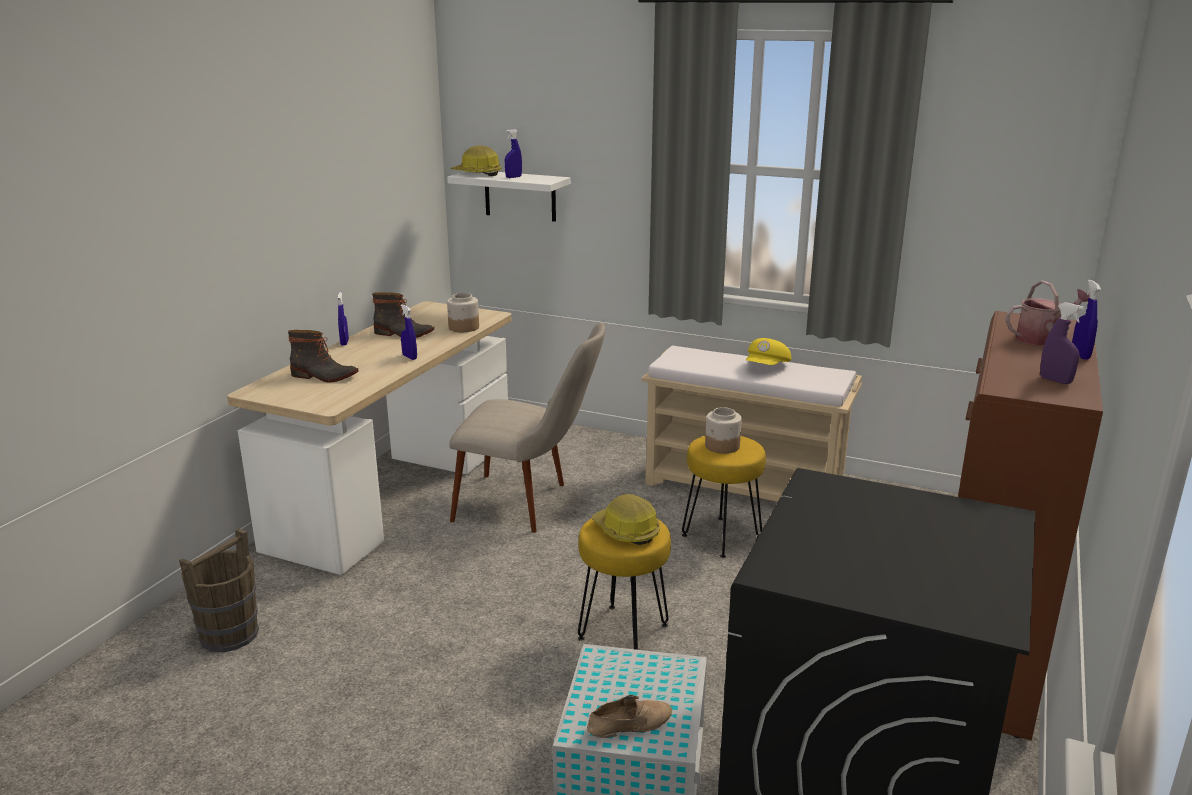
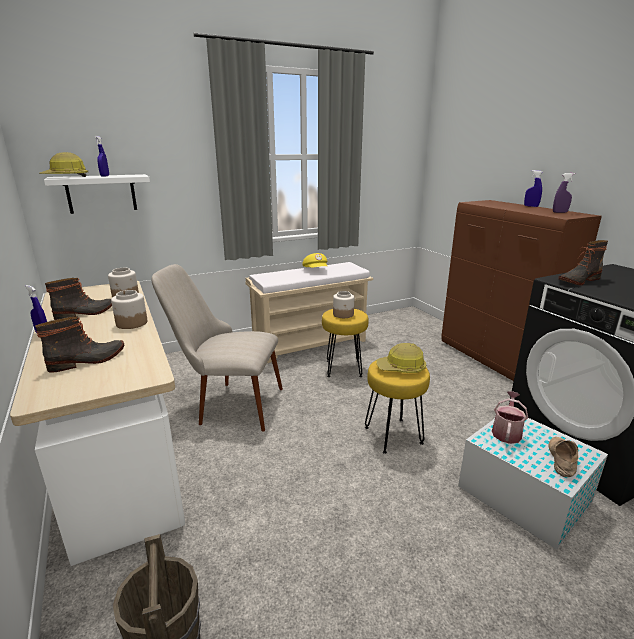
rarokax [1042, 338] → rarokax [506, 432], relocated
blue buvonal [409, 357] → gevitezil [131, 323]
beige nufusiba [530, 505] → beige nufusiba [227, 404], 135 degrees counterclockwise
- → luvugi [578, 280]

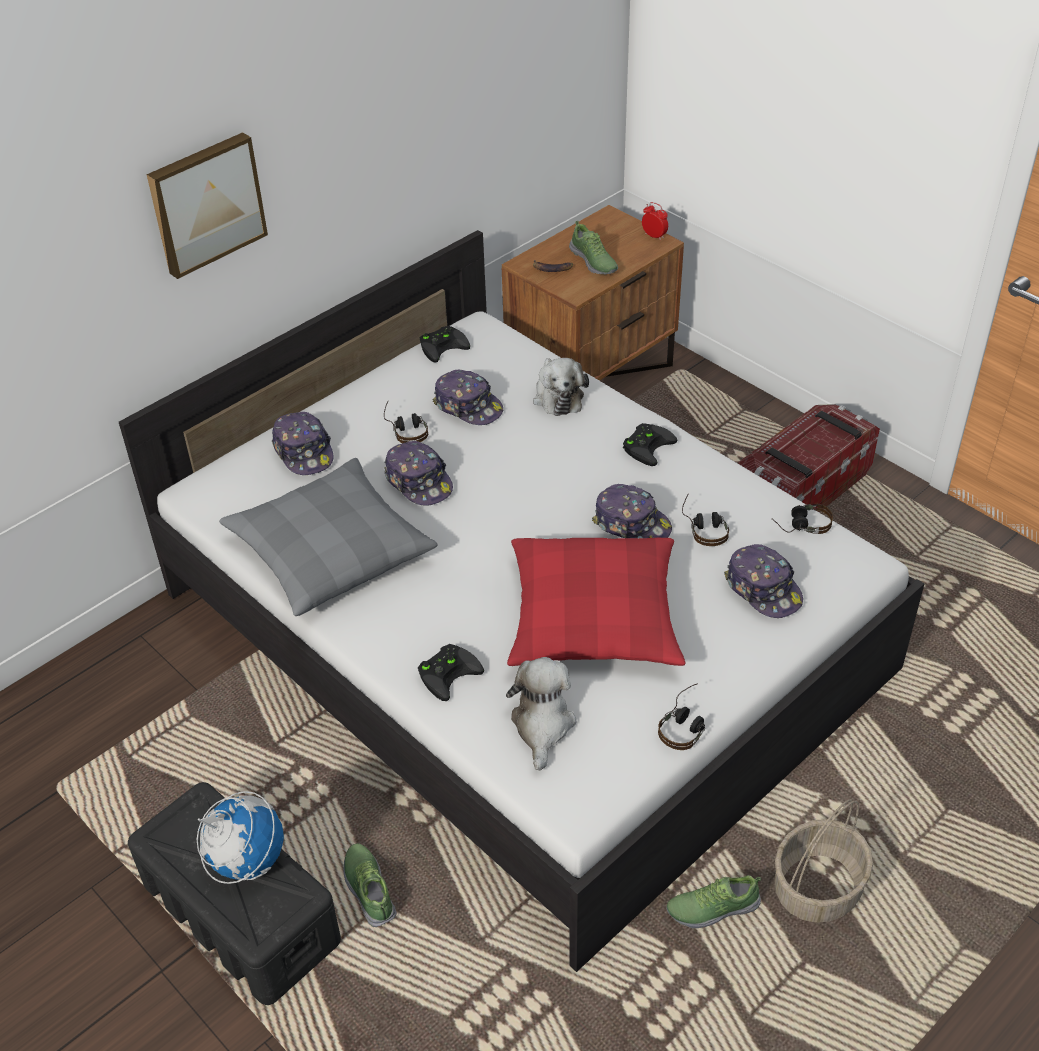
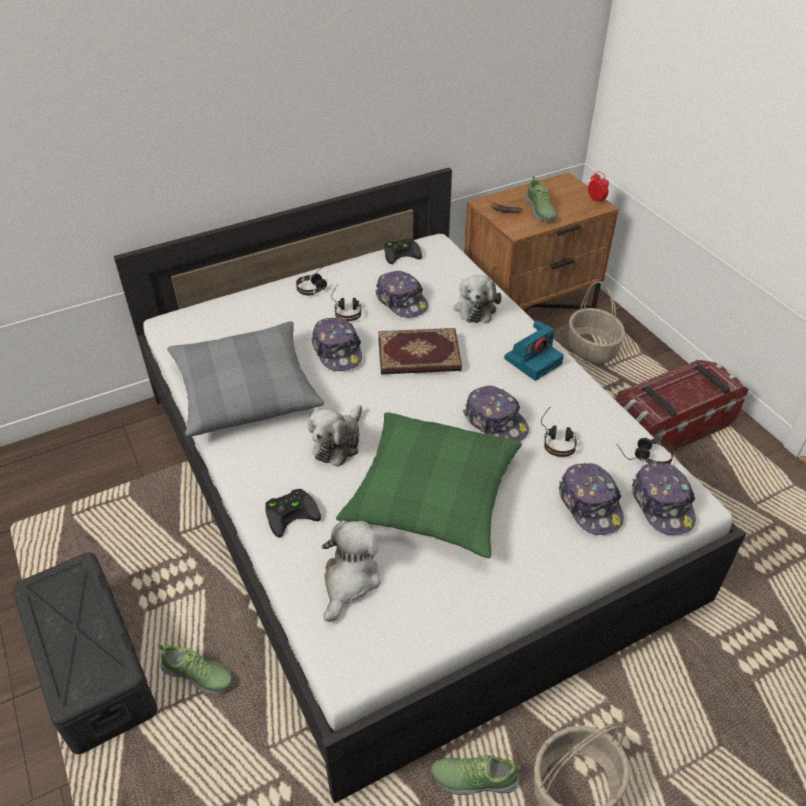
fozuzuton [205, 203] → -
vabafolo [304, 452] → vabafolo [662, 505], relocated
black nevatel [647, 445] → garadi [533, 360]
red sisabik [593, 617] → green sisabik [432, 494]
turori [685, 724] → turori [317, 285], relocated
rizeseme [246, 860] → -
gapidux [370, 889] → gapidux [198, 675], 120 degrees clockwise
- → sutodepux [591, 349]
- → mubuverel [419, 356]
- → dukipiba [338, 442]

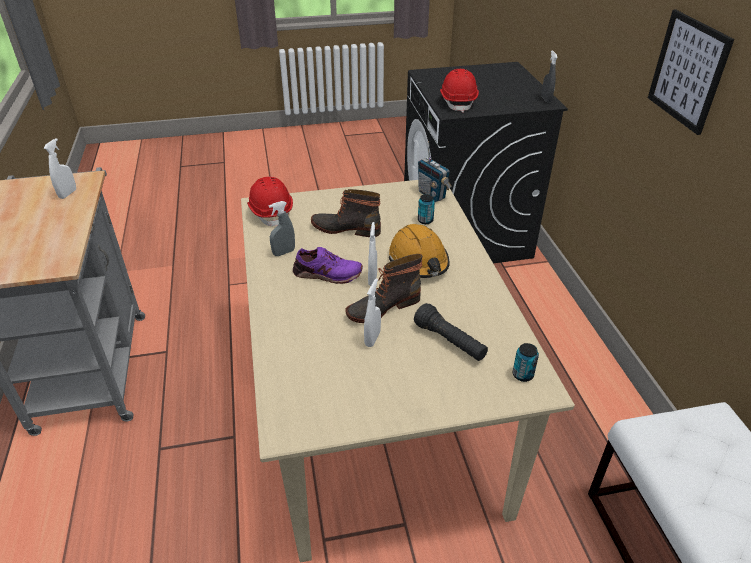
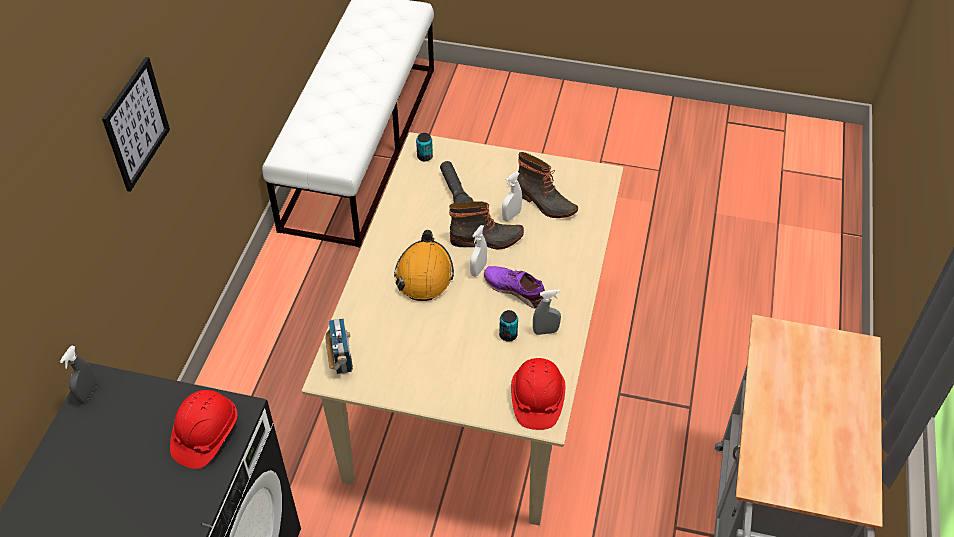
white buvonal [68, 194] → -
luvugi [346, 228] → luvugi [544, 203], relocated
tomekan [425, 220] → tomekan [508, 335], relocated

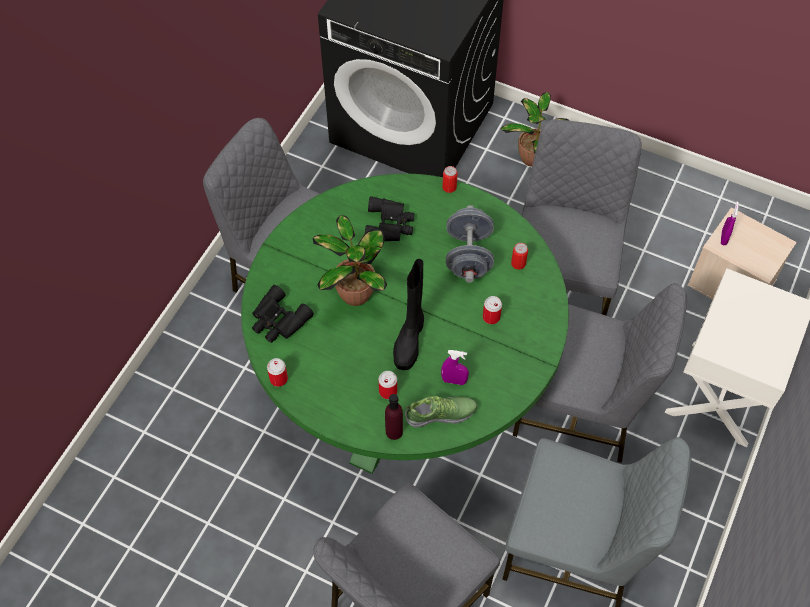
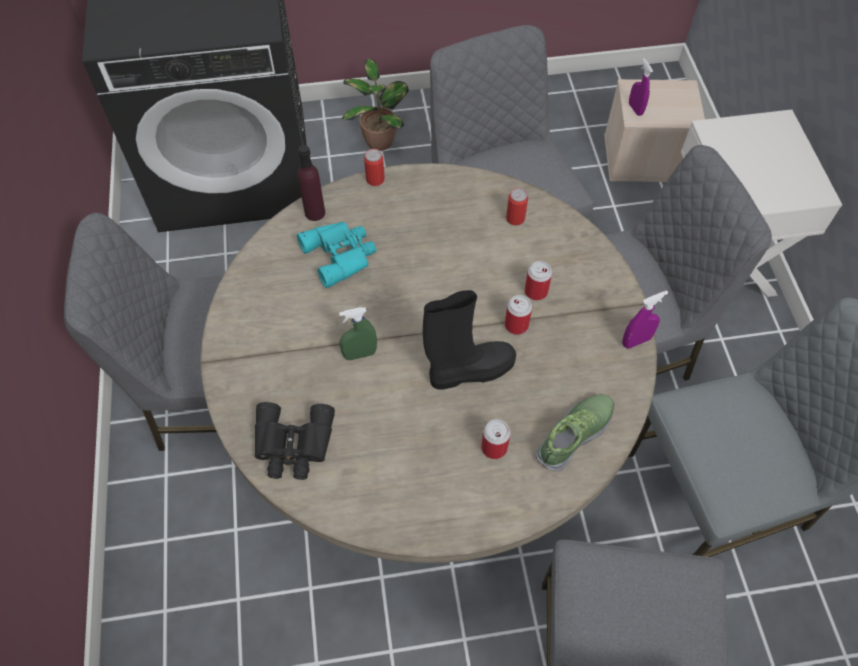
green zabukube [404, 388] → beige zabukube [428, 438]
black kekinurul [390, 224] → turquoise kekinurul [341, 254]
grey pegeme [468, 256] → -
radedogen [354, 291] → green buvonal [360, 354]
black luvugi [410, 340] → black luvugi [469, 371], 90 degrees counterclockwise
purple buvonal [454, 380] → purple buvonal [636, 341], relocated
tomekan [278, 379] → tomekan [516, 325], relocated
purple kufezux [394, 431] → purple kufezux [315, 213], relocated

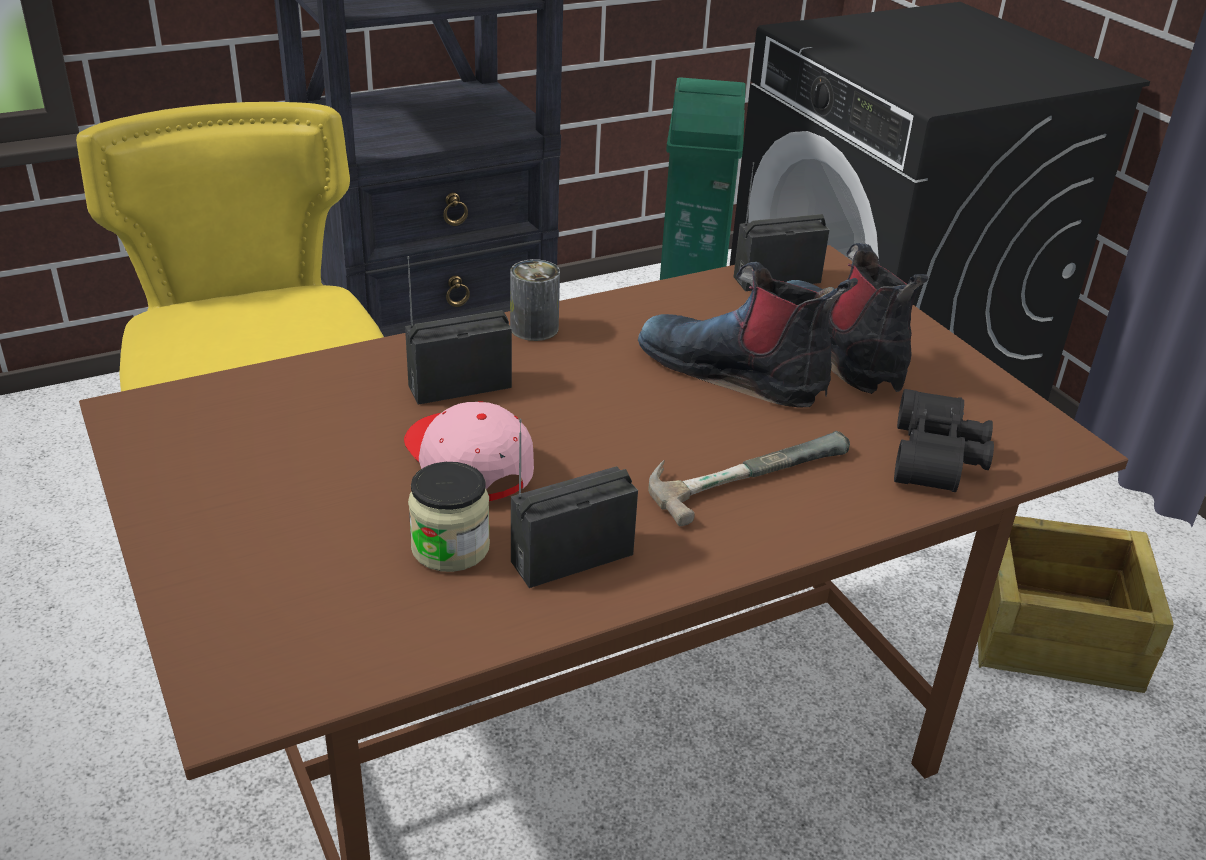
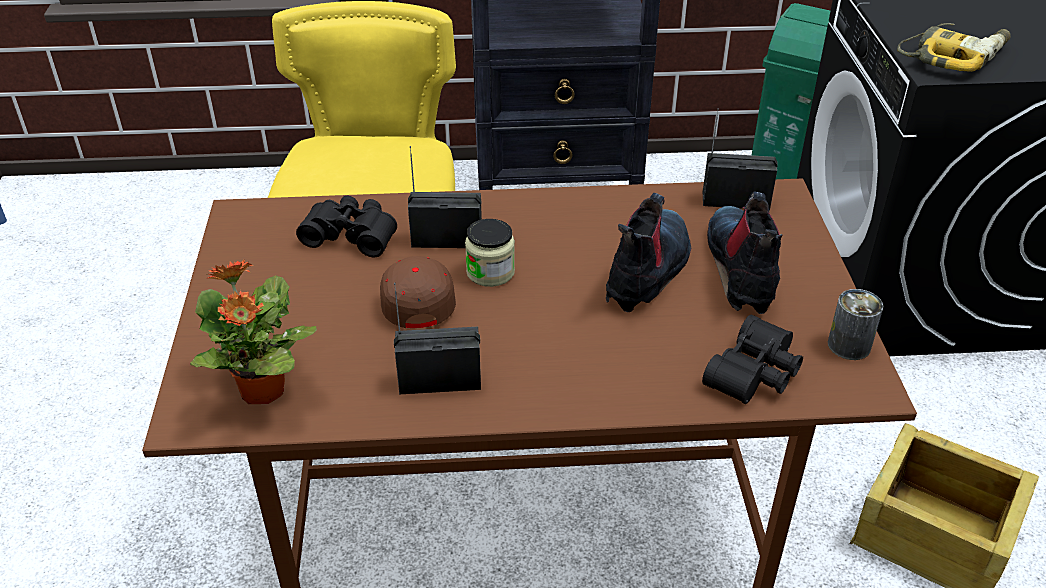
tomekan [534, 328] → tomekan [849, 345], relocated
luvugi [736, 372] → luvugi [648, 271], 60 degrees clockwise
pink vabafolo [467, 462] → brown vabafolo [416, 296]
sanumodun [743, 470] → -
gevitezil [450, 547] → gevitezil [490, 272], relocated
- → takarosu [953, 55]
- → black kekinurul [352, 235]
- → radedogen [262, 392]

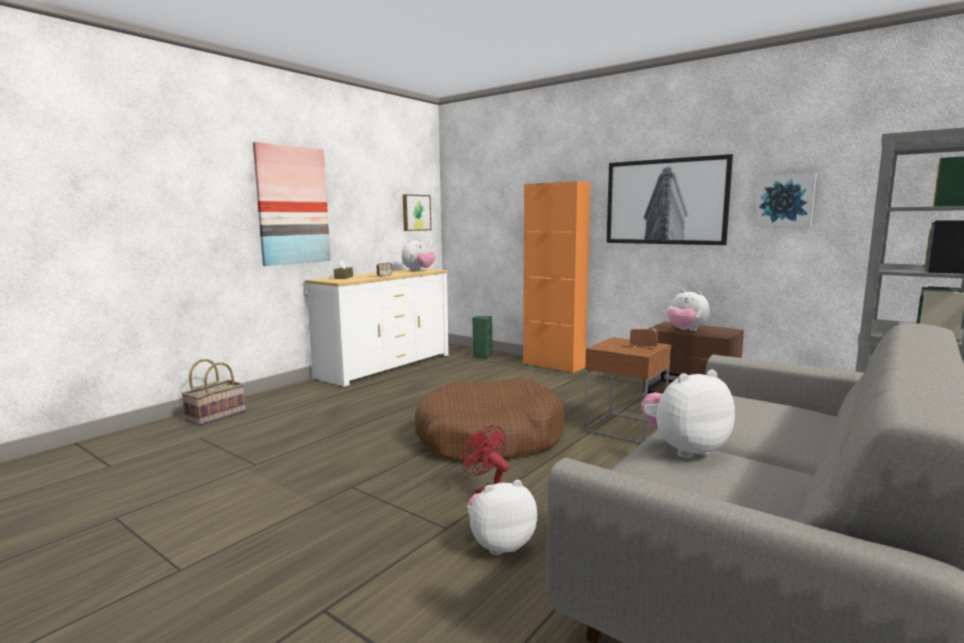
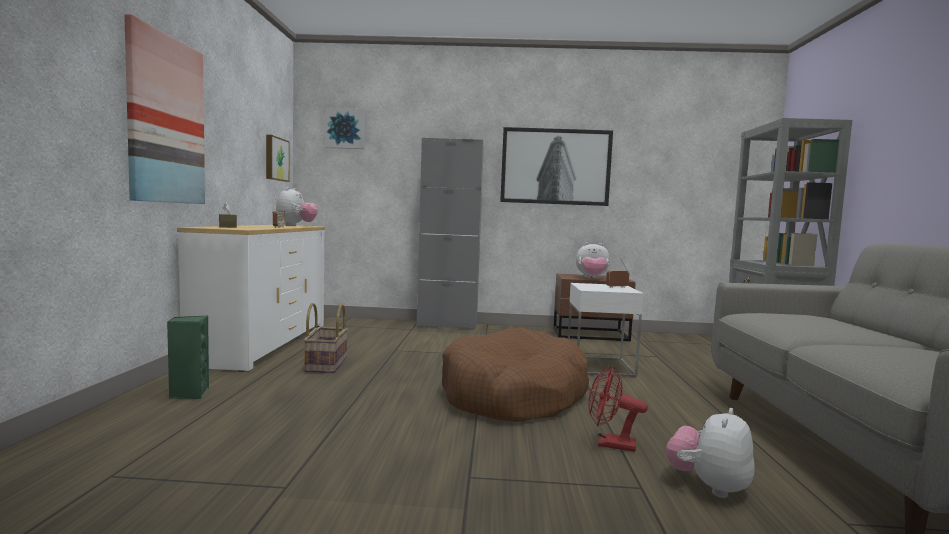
fozuzuton [785, 201] → fozuzuton [345, 128], relocated
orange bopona [553, 365] → grey bopona [447, 325]
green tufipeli [482, 357] → green tufipeli [189, 394], relocated
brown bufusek [625, 428] → white bufusek [599, 366]
sutodepux [216, 415] → sutodepux [325, 364], relocated
dukipiba [684, 449] → -

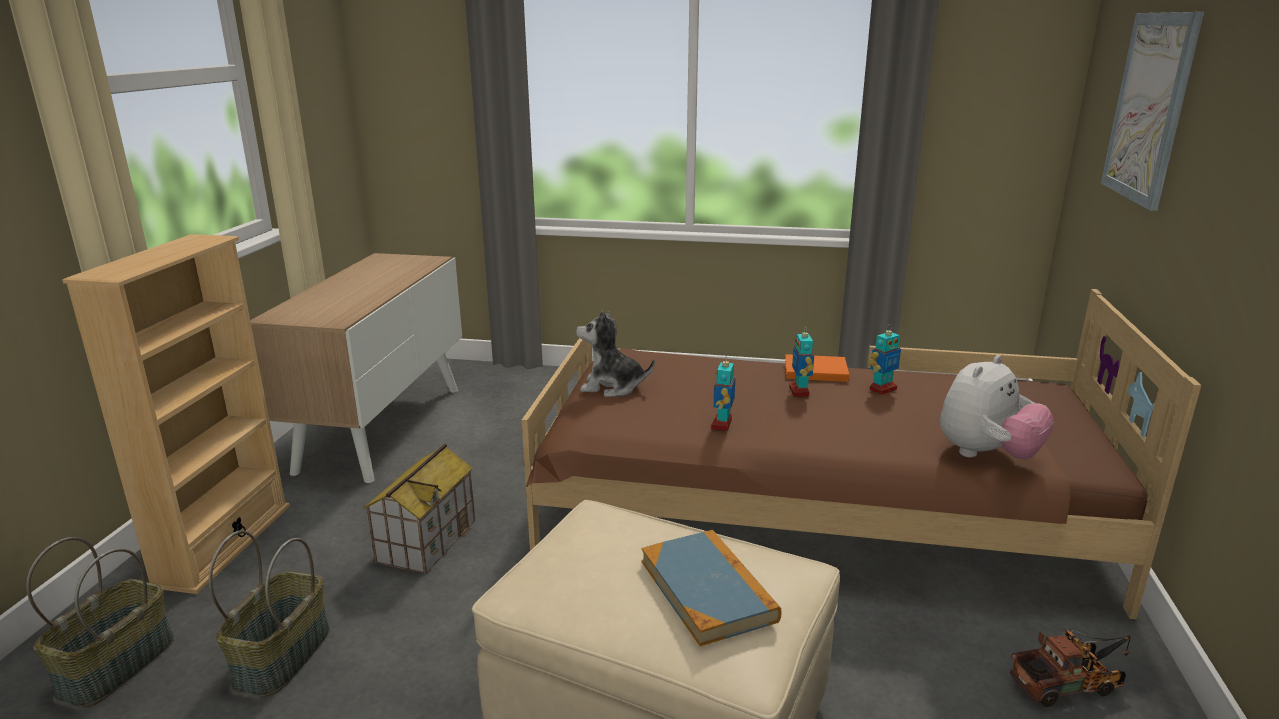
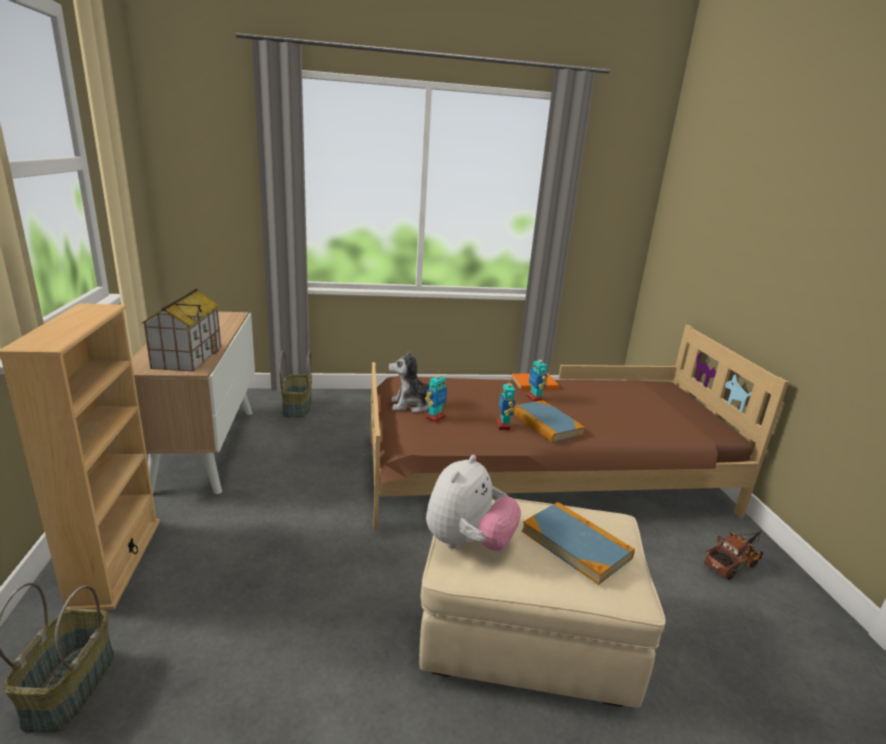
fozuzuton [1149, 108] → -
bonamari [882, 389] → bonamari [435, 418], relocated
dukipiba [986, 455] → dukipiba [468, 543], relocated
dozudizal [427, 540] → dozudizal [187, 357], relocated
sutodepux [281, 656] → sutodepux [296, 407], relocated
- → mubuverel [546, 423]

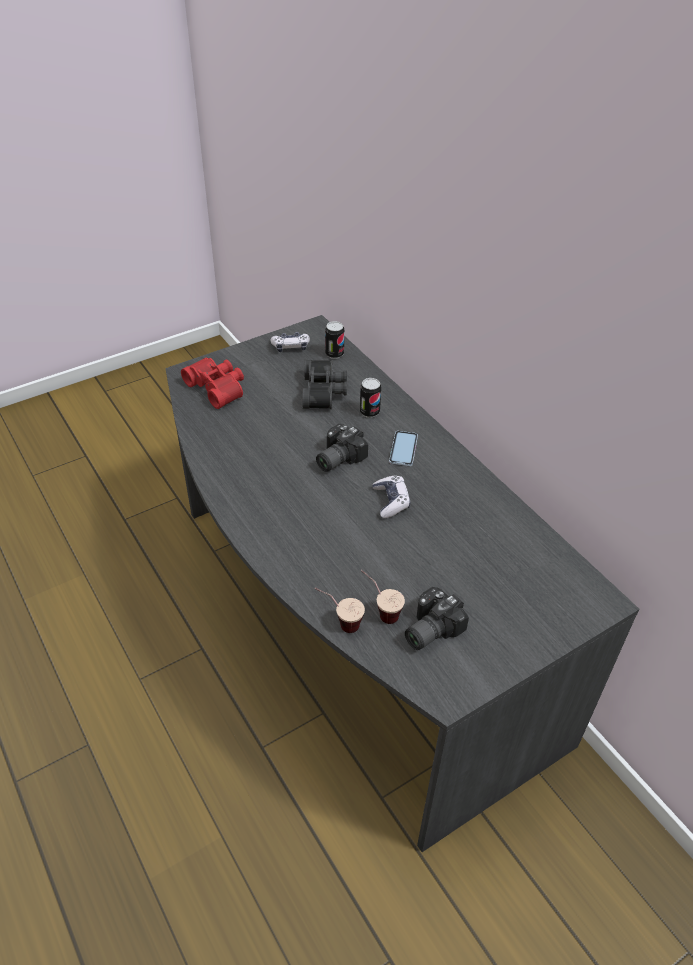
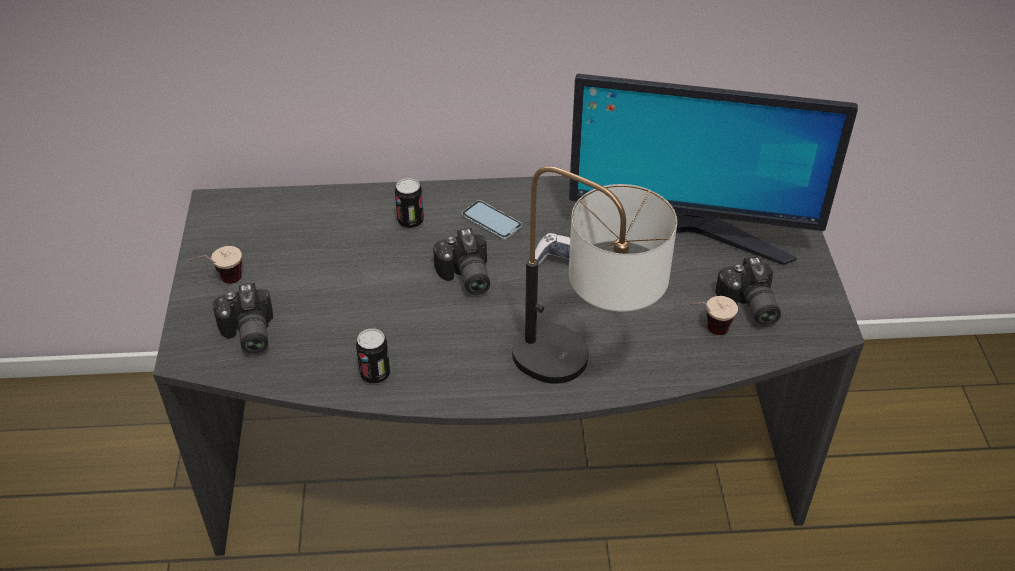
tomekan [334, 354] → tomekan [375, 374], relocated
nevatel [290, 346] → -
red kekinurul [218, 387] → garadi [247, 334]
black kekinurul [325, 392] → -
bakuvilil [339, 622] → bakuvilil [221, 283], relocated
- → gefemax [690, 232]
- → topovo [583, 372]

